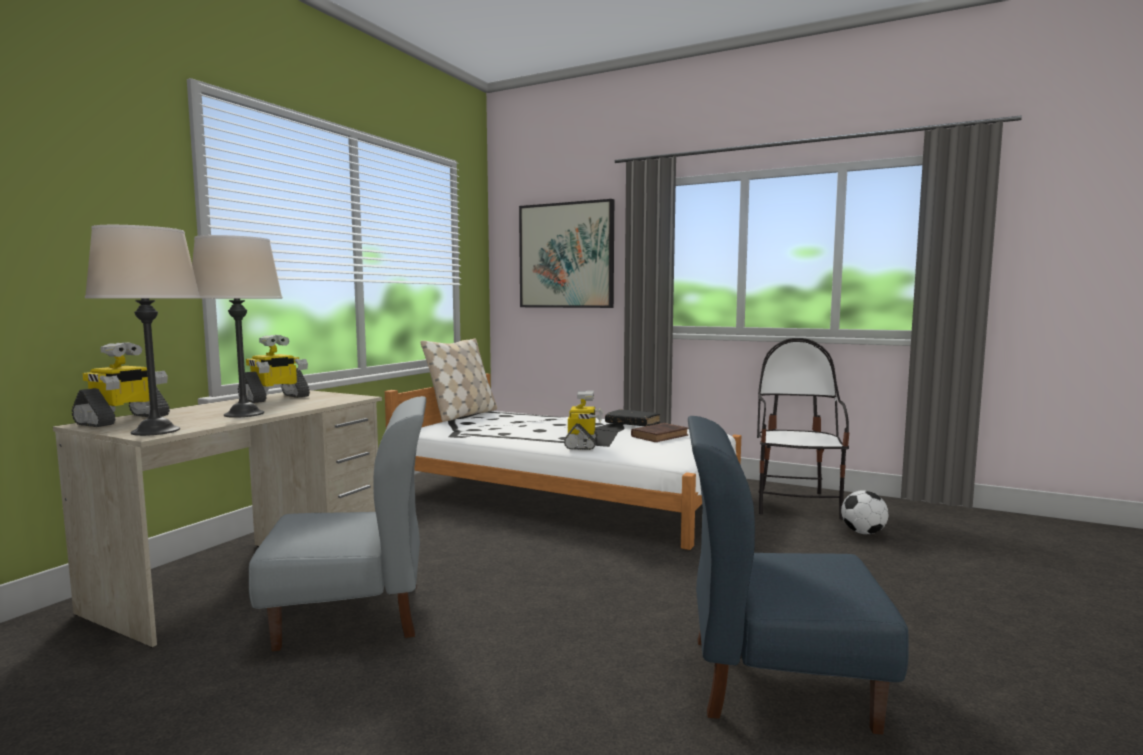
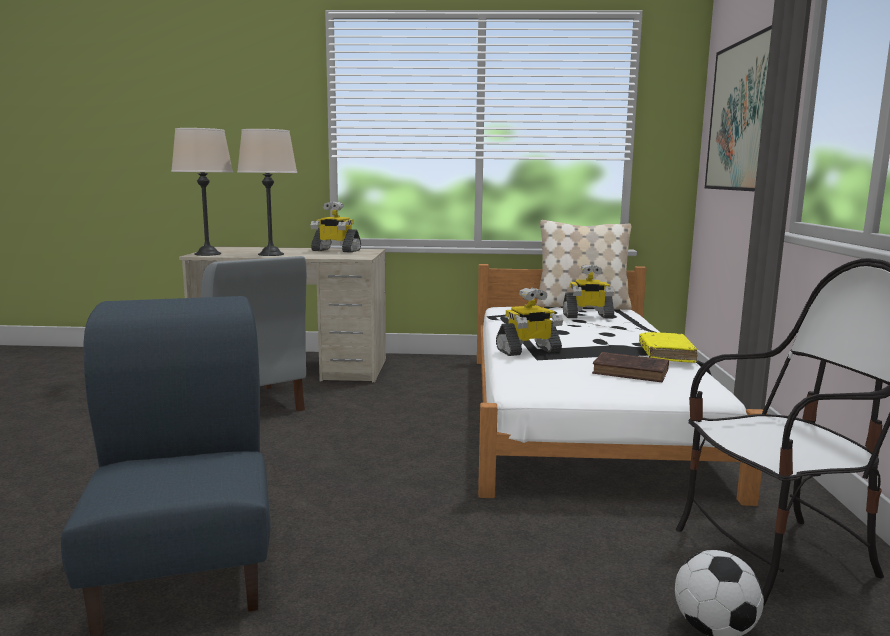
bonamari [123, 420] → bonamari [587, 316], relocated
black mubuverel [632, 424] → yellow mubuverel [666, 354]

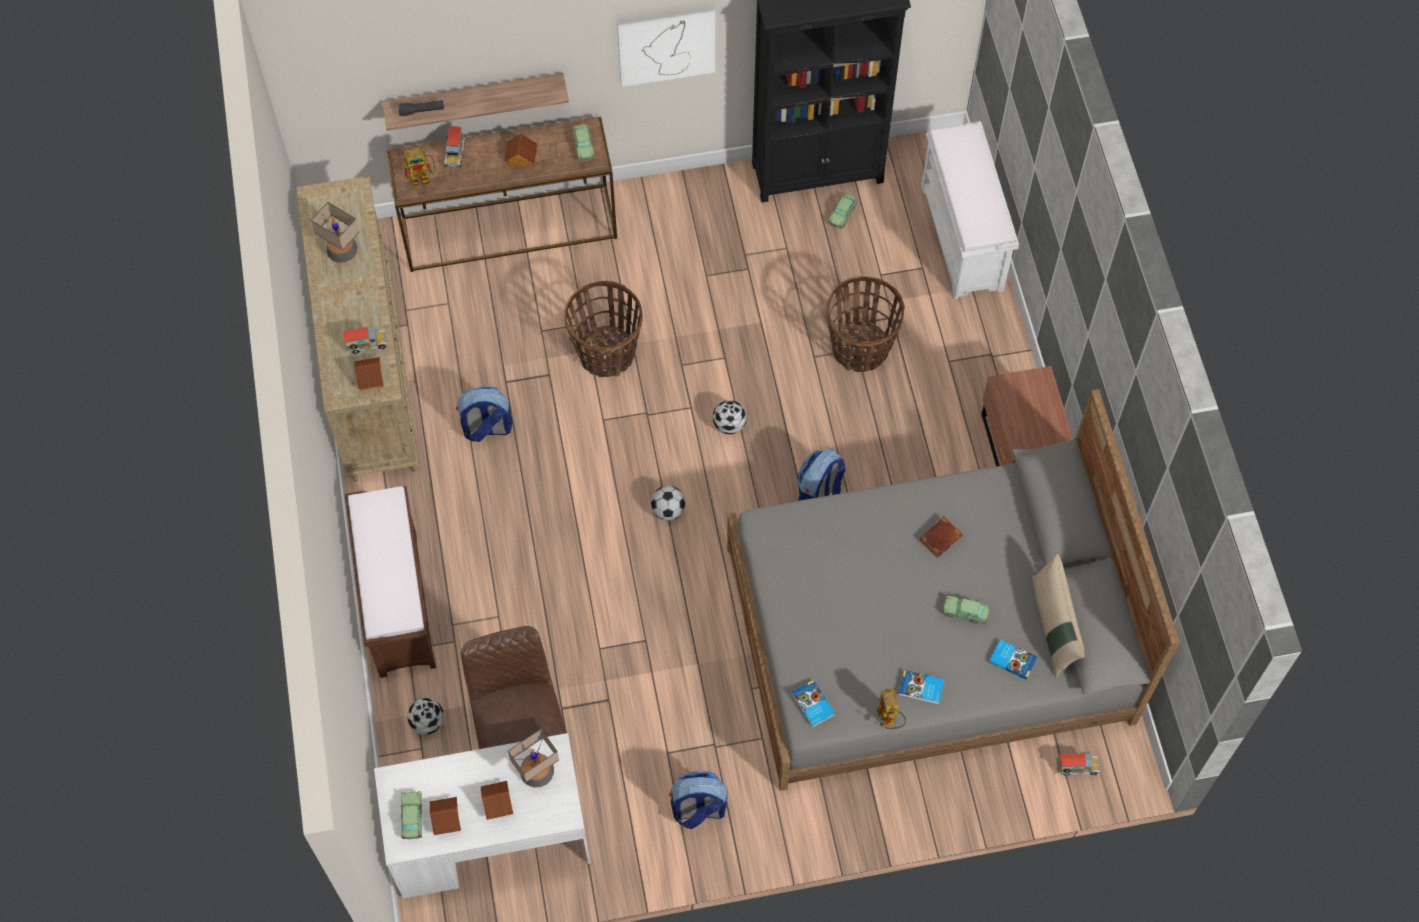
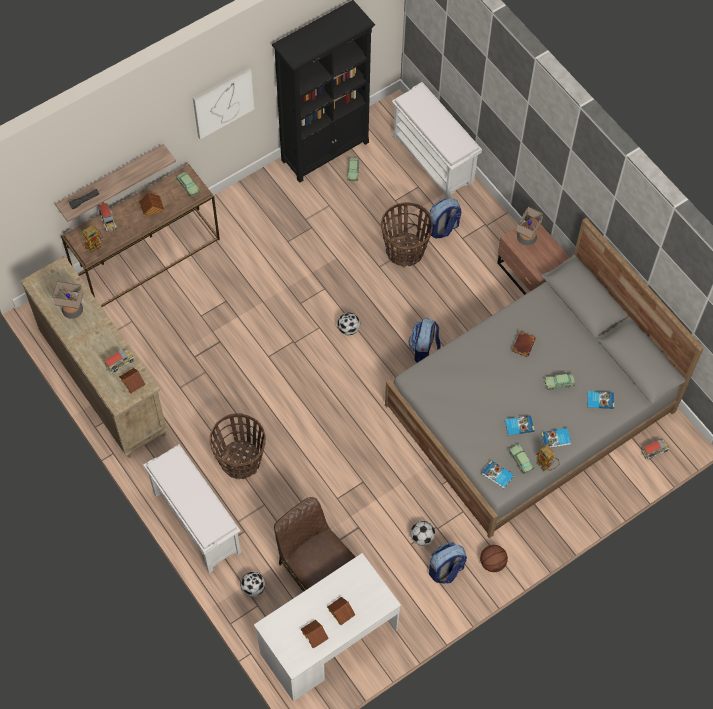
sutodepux [607, 353] → sutodepux [240, 460], relocated
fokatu [486, 428] → fokatu [443, 228], relocated
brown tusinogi [397, 602] → white tusinogi [196, 522]
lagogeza [668, 510] → lagogeza [422, 537], relocated
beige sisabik [1053, 626] → -
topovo [537, 772] → topovo [526, 238], relocated
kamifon [412, 817] → kamifon [520, 460], relocated
- → mubuverel [519, 426]
- → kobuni [492, 562]

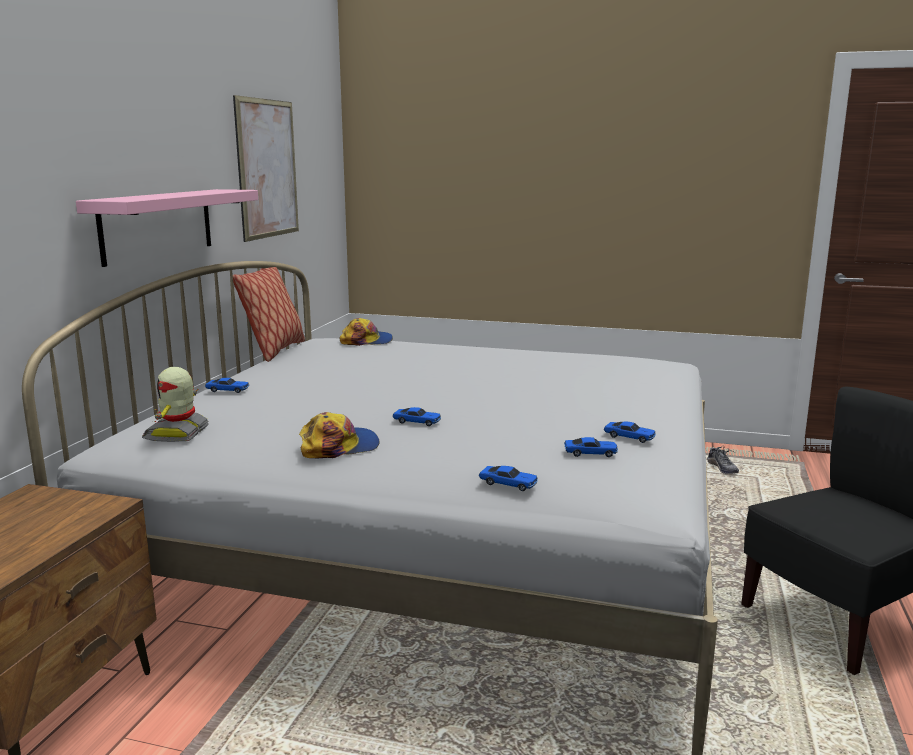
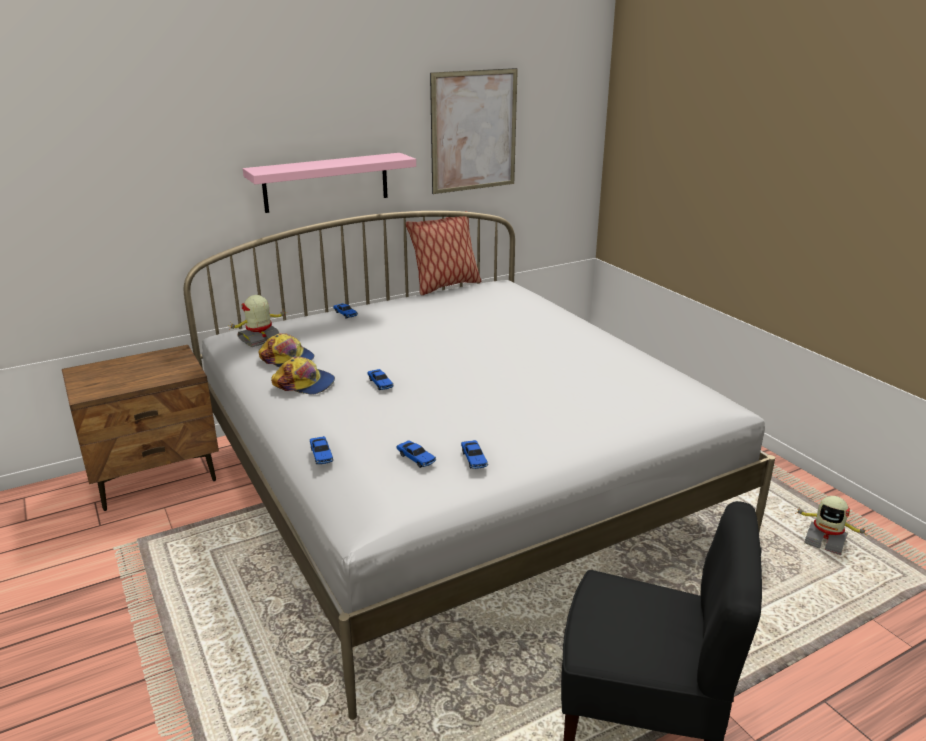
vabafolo [367, 341] → vabafolo [287, 359], relocated
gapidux [722, 468] → bonamari [825, 540]

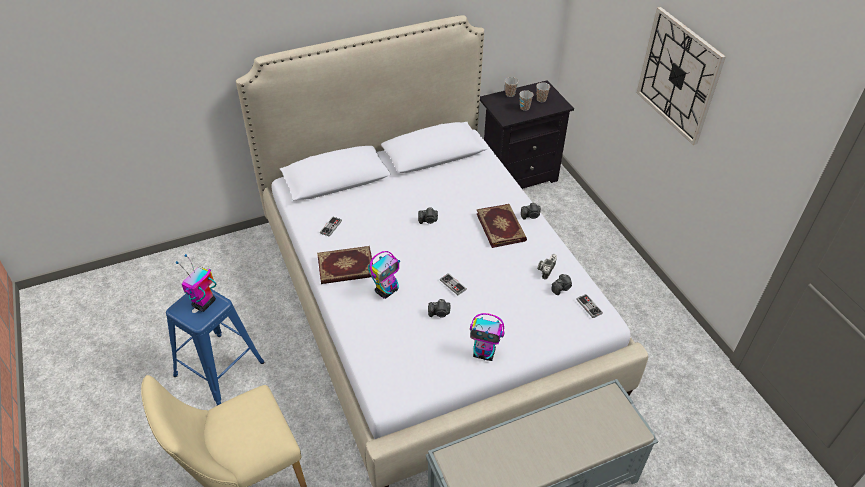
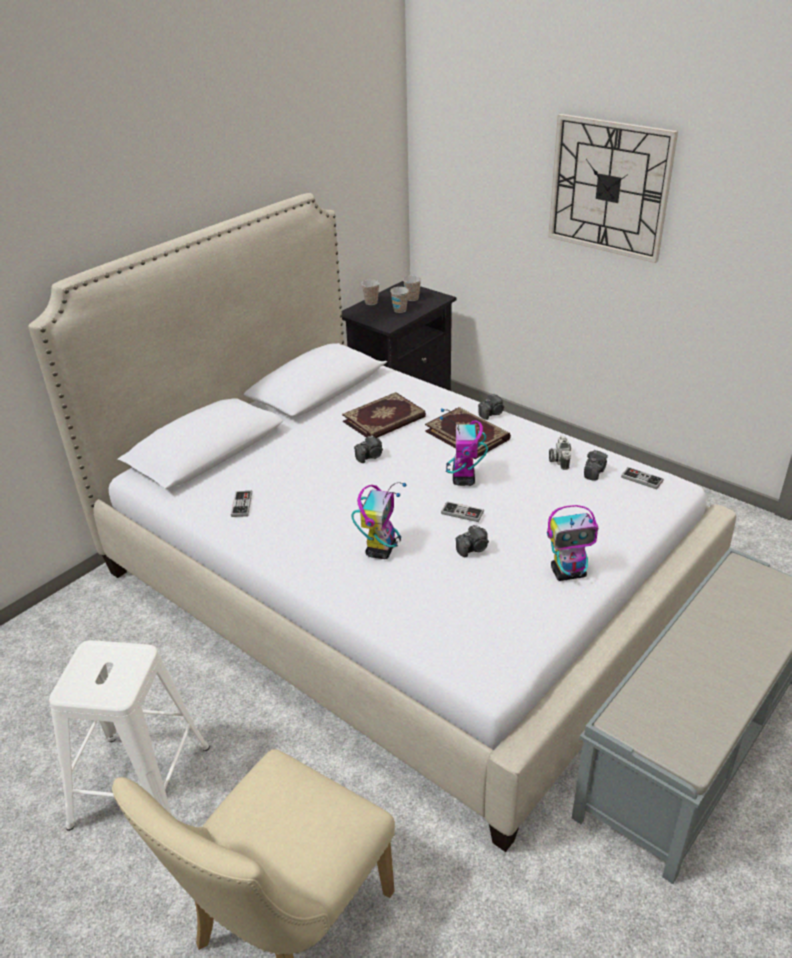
mubuverel [346, 268] → mubuverel [384, 420], relocated
bonamari [204, 304] → bonamari [463, 479], relocated
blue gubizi [219, 367] → white gubizi [139, 784]

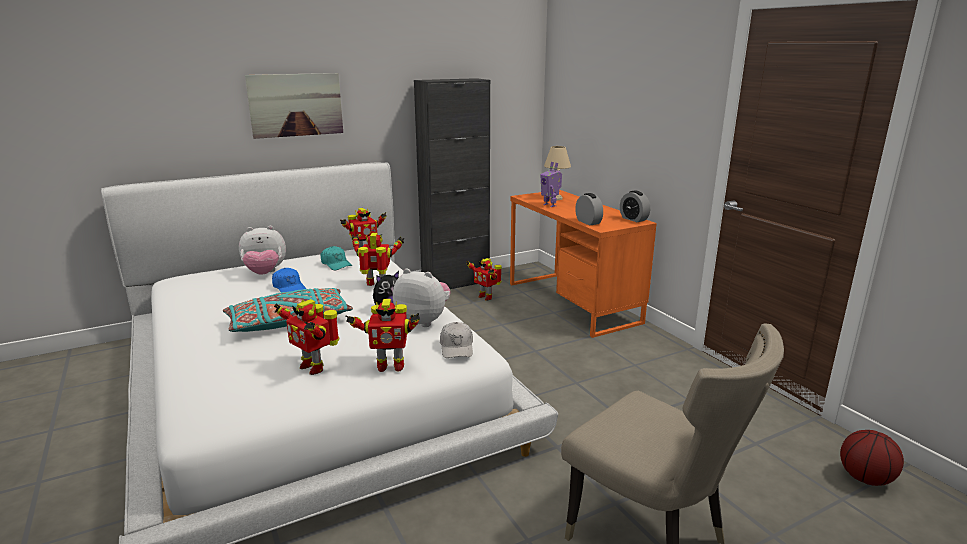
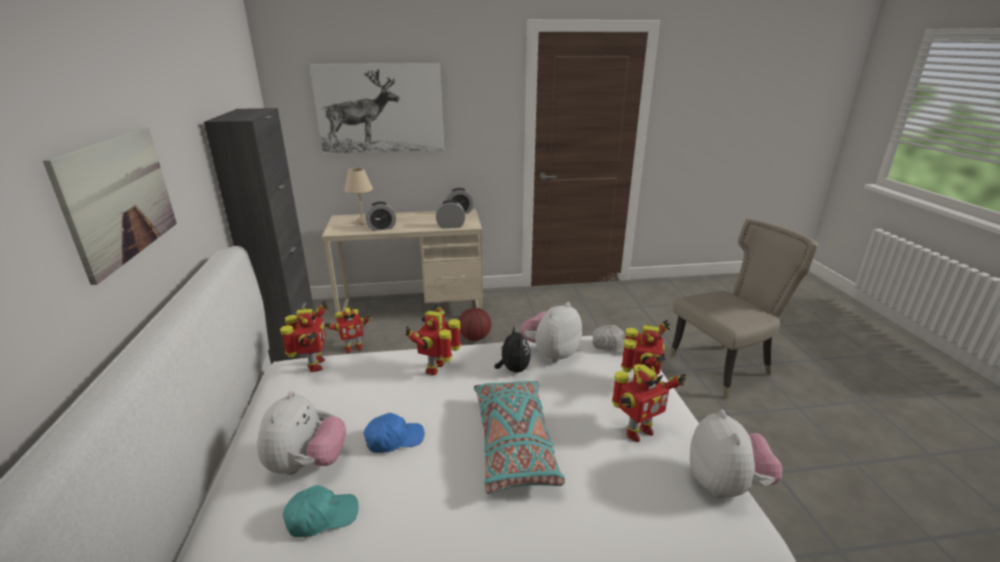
bonamari [550, 205] → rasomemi [381, 228]
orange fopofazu [572, 302] → beige fopofazu [412, 309]
turquoise vabafolo [336, 264] → turquoise vabafolo [322, 517], relocated
kobuni [865, 479] → kobuni [475, 338], relocated
- → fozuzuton [380, 108]
- → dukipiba [726, 485]

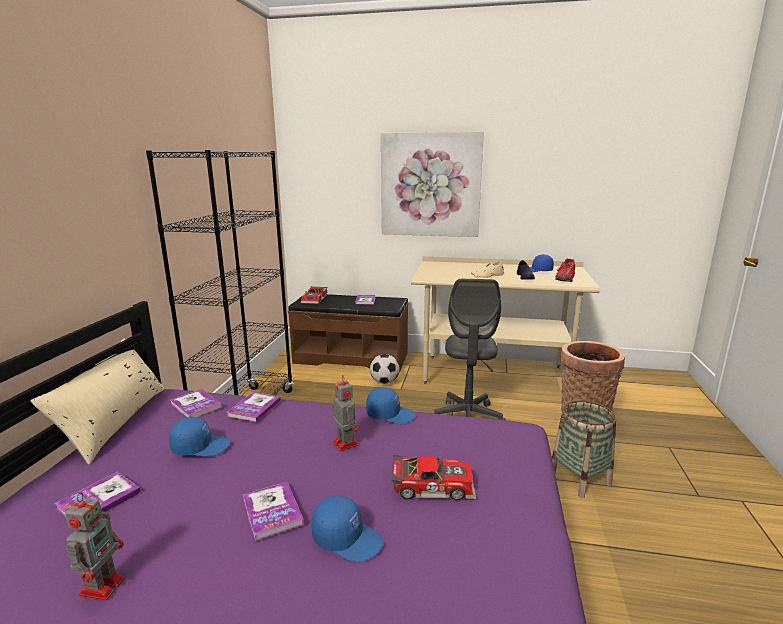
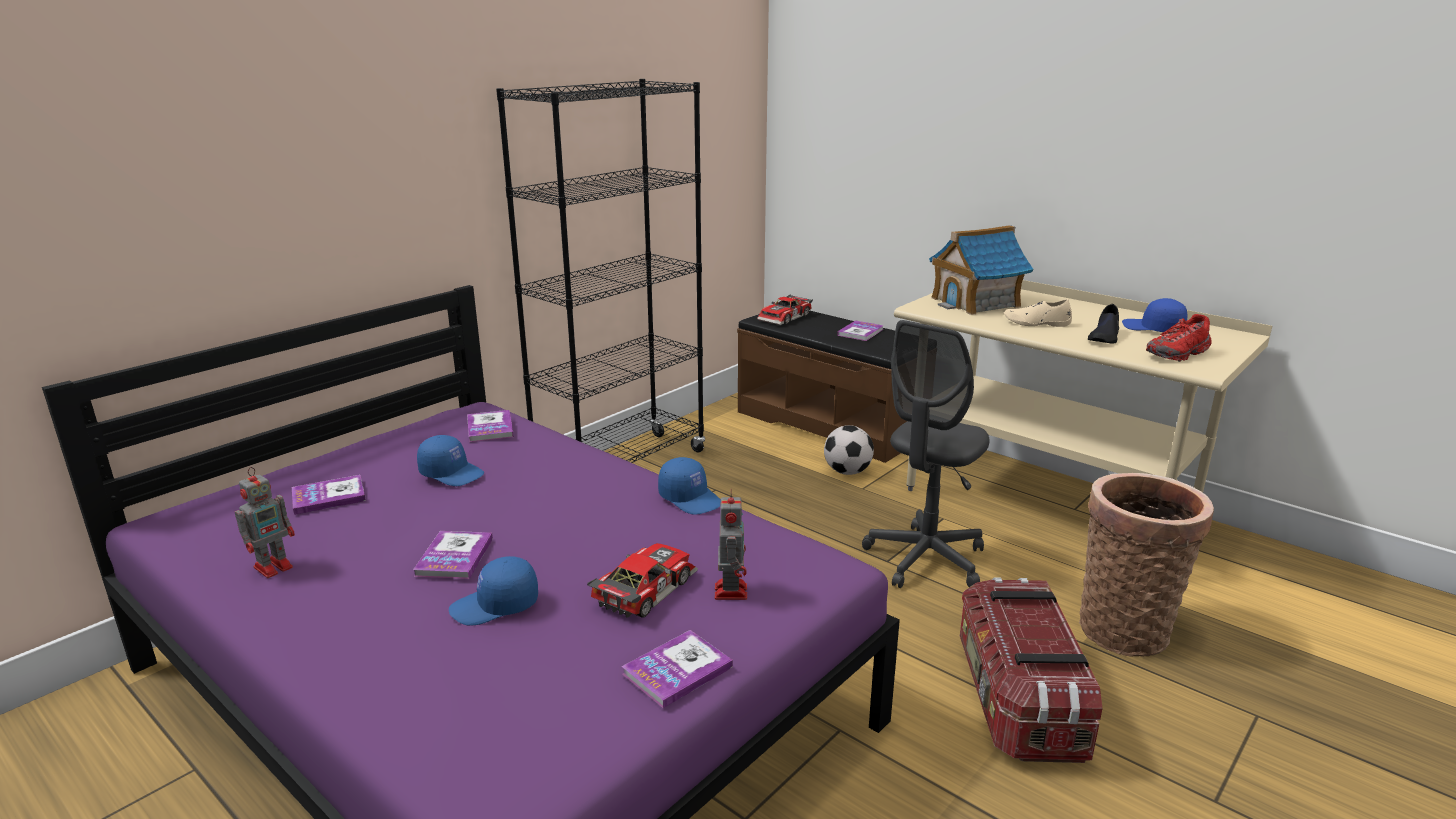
fozuzuton [430, 185] → -
beige sisabik [114, 421] → -
bonamari [345, 443] → bonamari [730, 590], relocated
mubuverel [254, 408] → mubuverel [677, 670], relocated
sutodepux [580, 479] → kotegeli [1017, 700]
kamifon [432, 484] → kamifon [642, 589], 90 degrees counterclockwise
blue vabafolo [347, 538] → blue vabafolo [495, 606], 105 degrees clockwise
- → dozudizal [976, 302]

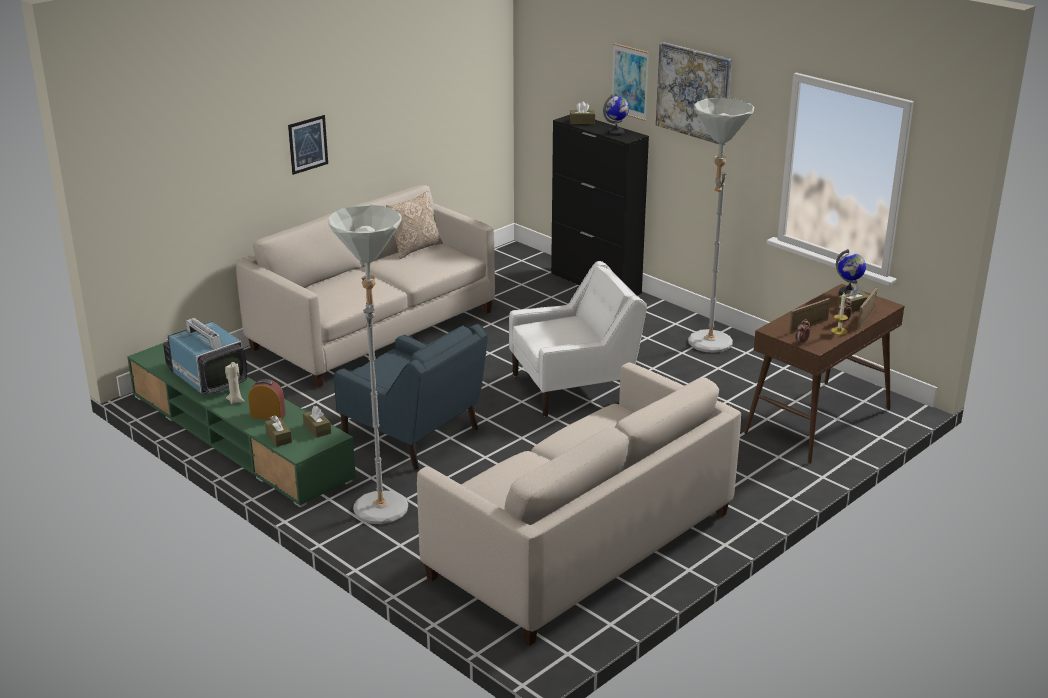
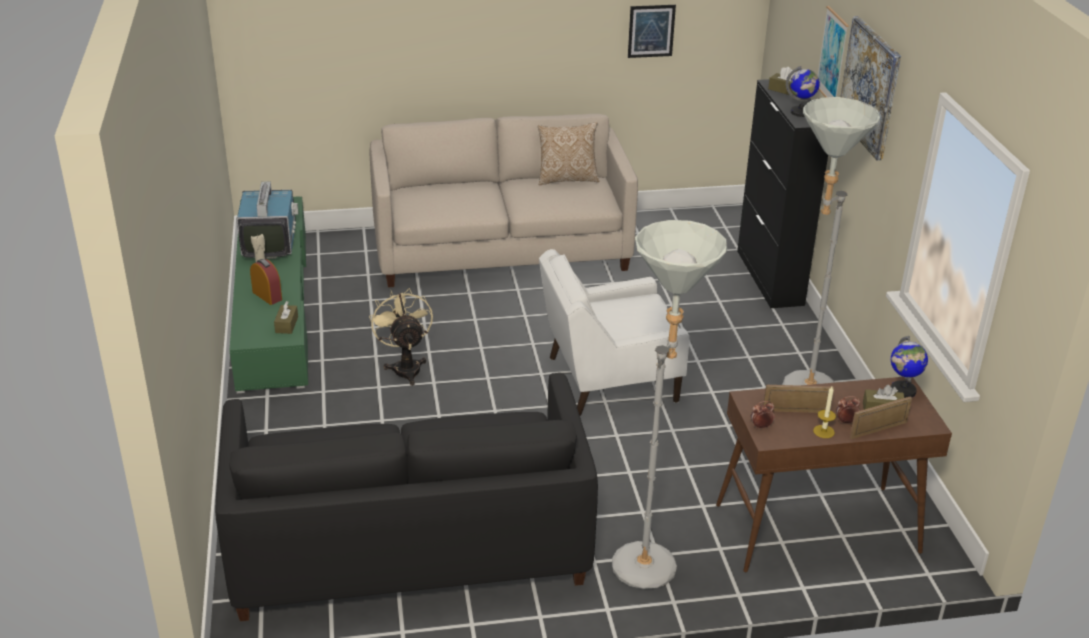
fozuzuton [308, 144] → fozuzuton [651, 31], relocated
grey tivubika [381, 502] → grey tivubika [650, 558], relocated
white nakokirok [574, 387] → white nakokirok [608, 380], 150 degrees clockwise
blue nakokirok [413, 436] → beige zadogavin [405, 367]
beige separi [581, 545] → black separi [408, 545]
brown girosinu [279, 437] → -

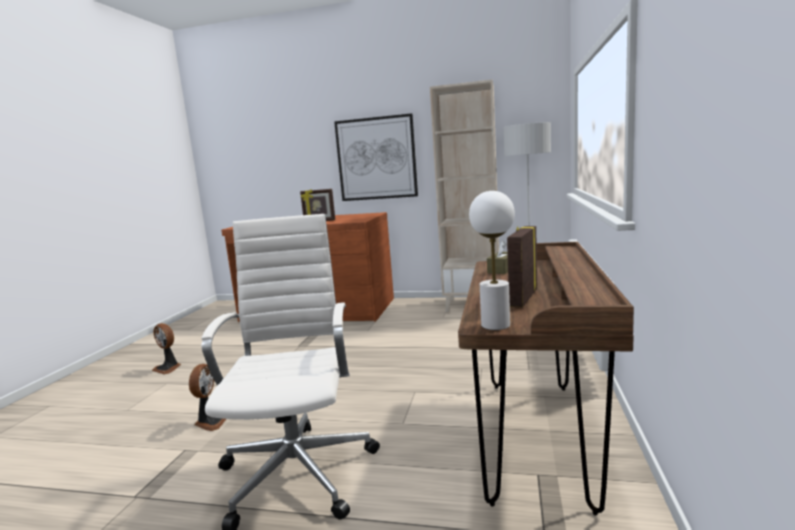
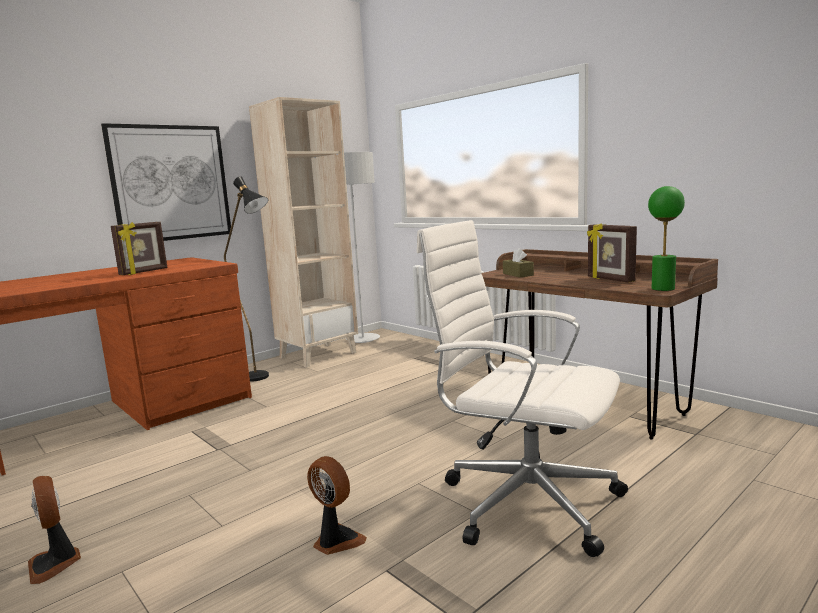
white topovo [495, 325] → green topovo [662, 289]
zadogavin [168, 368] → zadogavin [55, 563], 75 degrees clockwise
- → black tivubika [263, 378]

